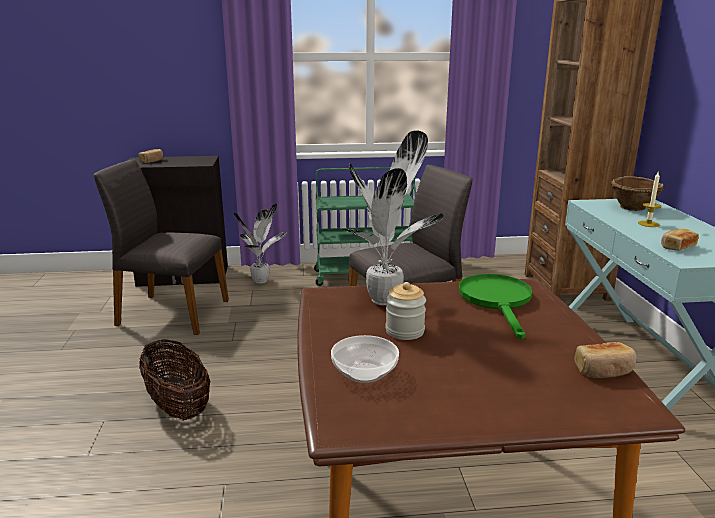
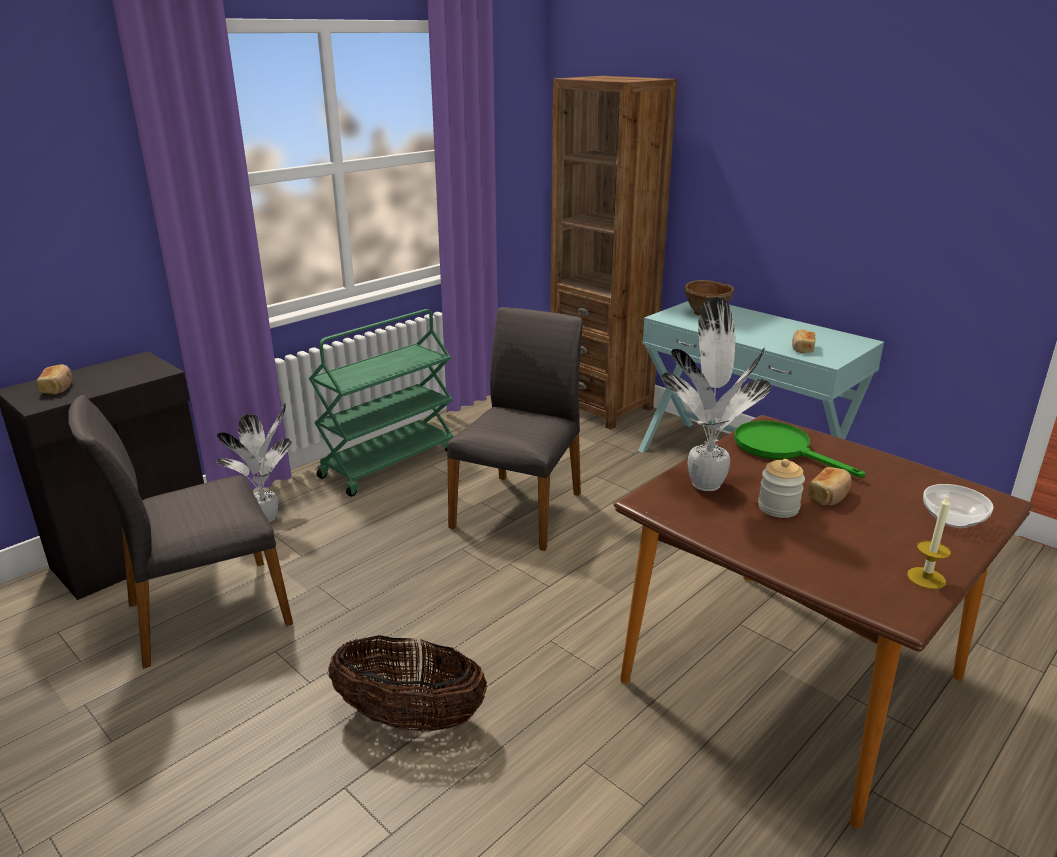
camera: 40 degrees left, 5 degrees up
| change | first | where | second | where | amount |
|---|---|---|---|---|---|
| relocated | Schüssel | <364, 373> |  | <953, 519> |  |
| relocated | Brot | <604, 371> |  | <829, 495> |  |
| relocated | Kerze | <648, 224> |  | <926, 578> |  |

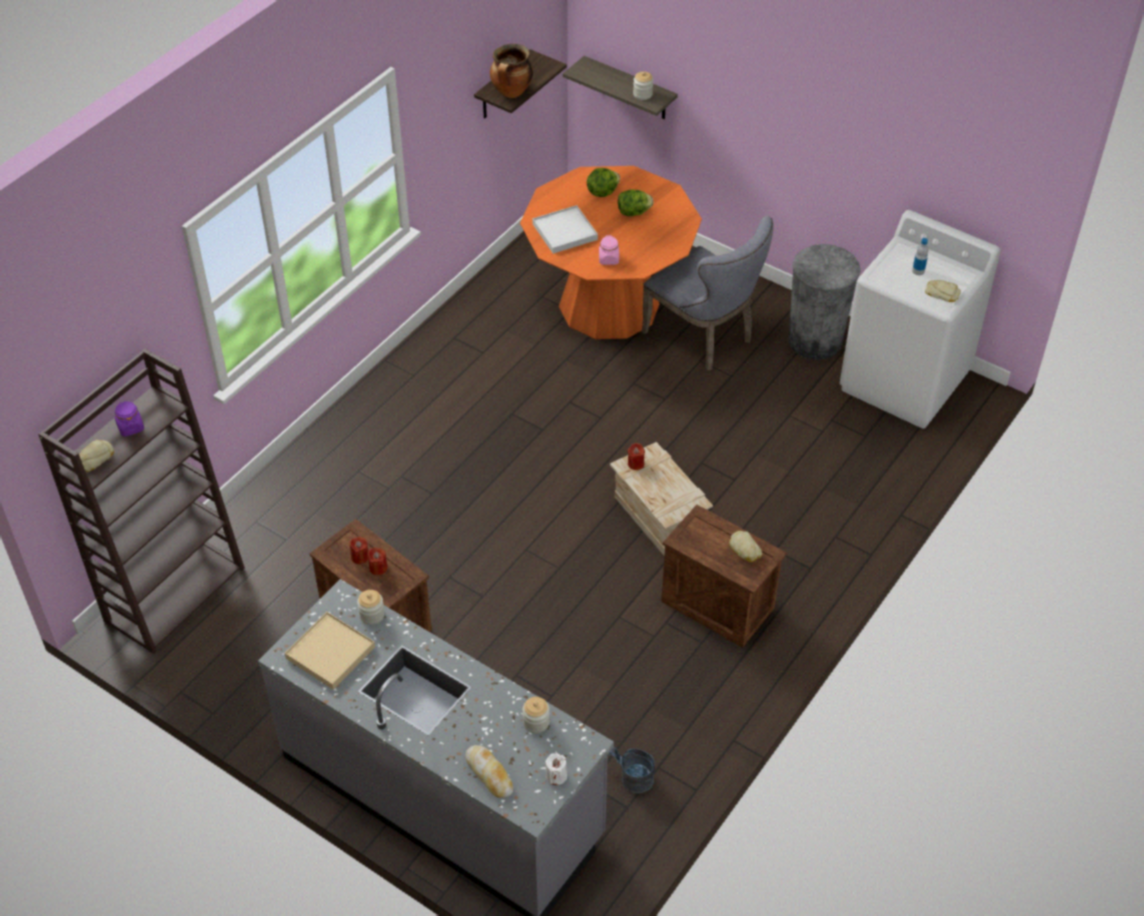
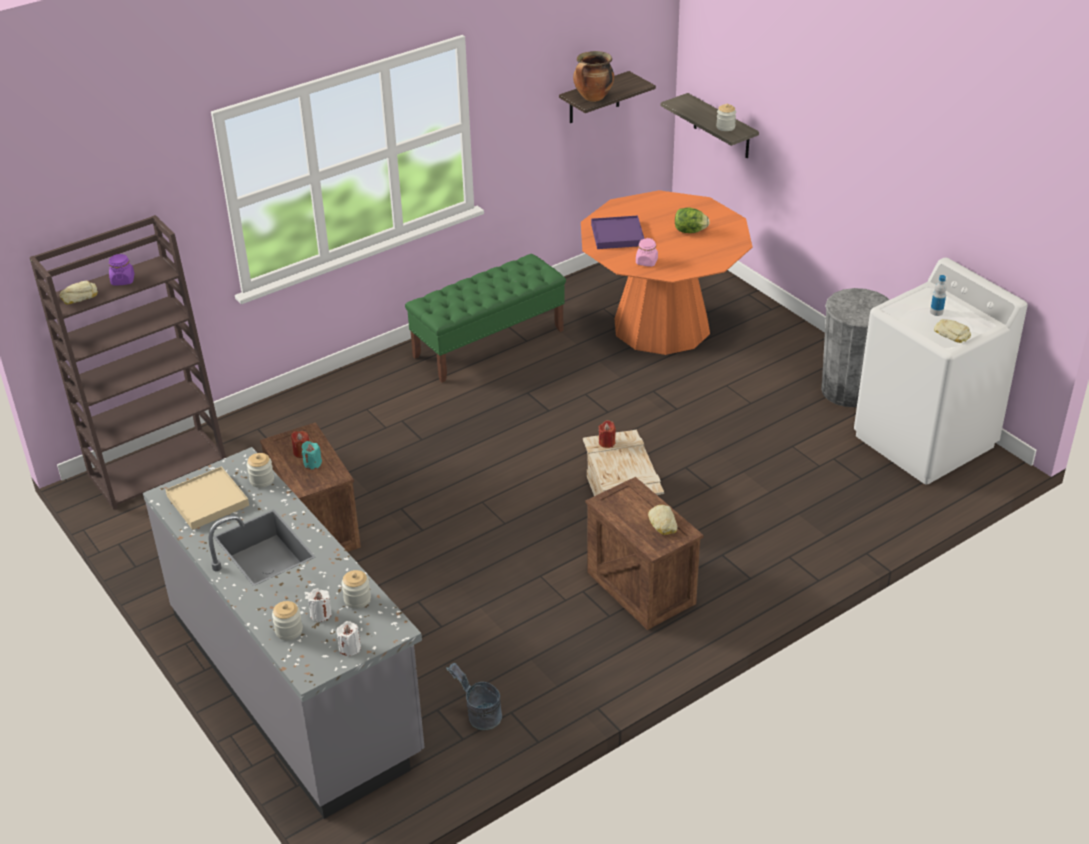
camera: 20 degrees right, 10 degrees down
| change | first | where | second | where | amount |
|---|---|---|---|---|---|
| missing | Salatkopf | <602, 192> |  |  |  |
| missing | Stuhl (grau) | <704, 338> |  |  |  |
| appeared |  |  | Kerze (weiß) | <321, 614> |  |
| appeared |  |  | Bank (grün) | <489, 343> |  |
| exchanged | Brot | <489, 774> | Vorratsglas | <289, 631> |  |
| colour | Kerze (rot) | <378, 568> | Kerze (türkis) | <312, 464> |  |
| colour | Tablett (weiß) | <565, 232> | Tablett (lila) | <617, 235> |  |

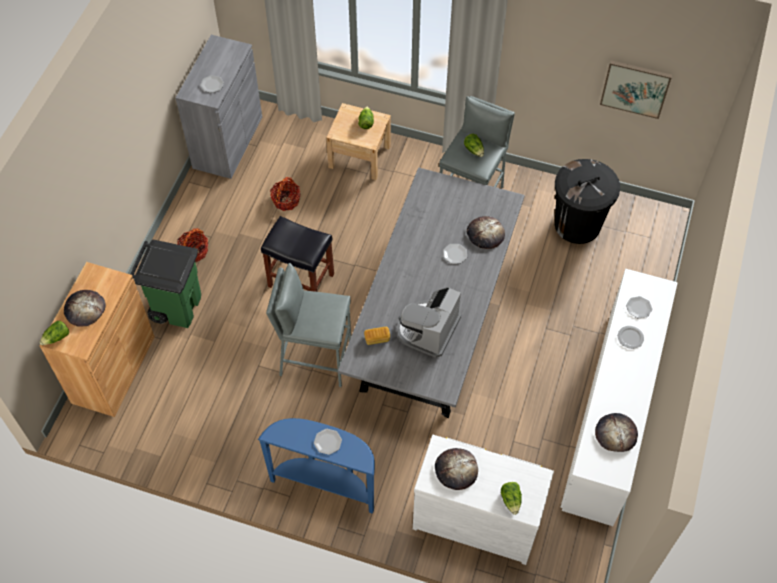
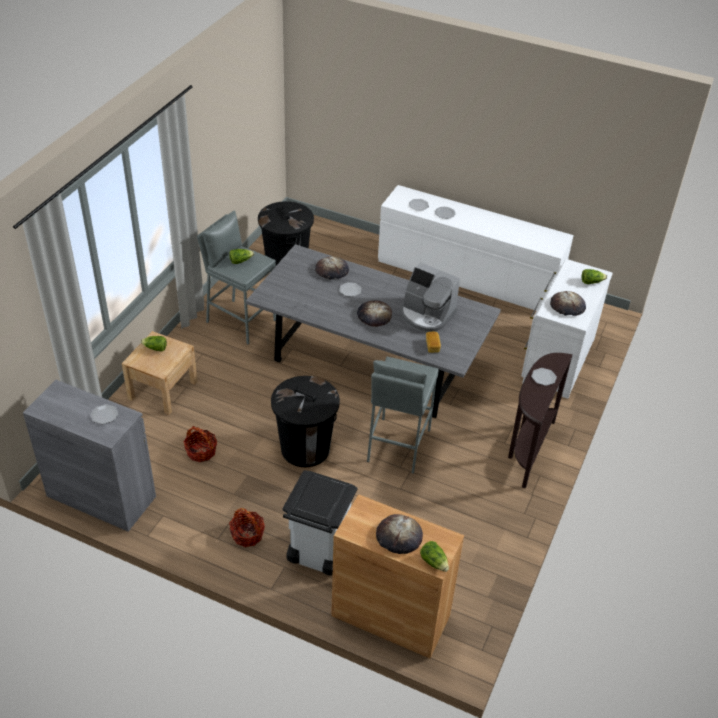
camera: 85 degrees left, 15 degrees down
| change | first | where | second | where | amount |
|---|---|---|---|---|---|
| missing | Bild | <635, 88> |  |  |  |
| relocated | Brot | <616, 433> |  | <374, 315> |  |
| exchanged | Hocker (schwarz) | <300, 280> | Mülleimer (schwarz) | <305, 449> |  |
| colour | Mülleimer (grün) | <176, 306> | Mülleimer (weiß) | <317, 554> |  |
| colour | Konsolentisch (blau) | <326, 484> | Konsolentisch (braun) | <528, 449> |  |

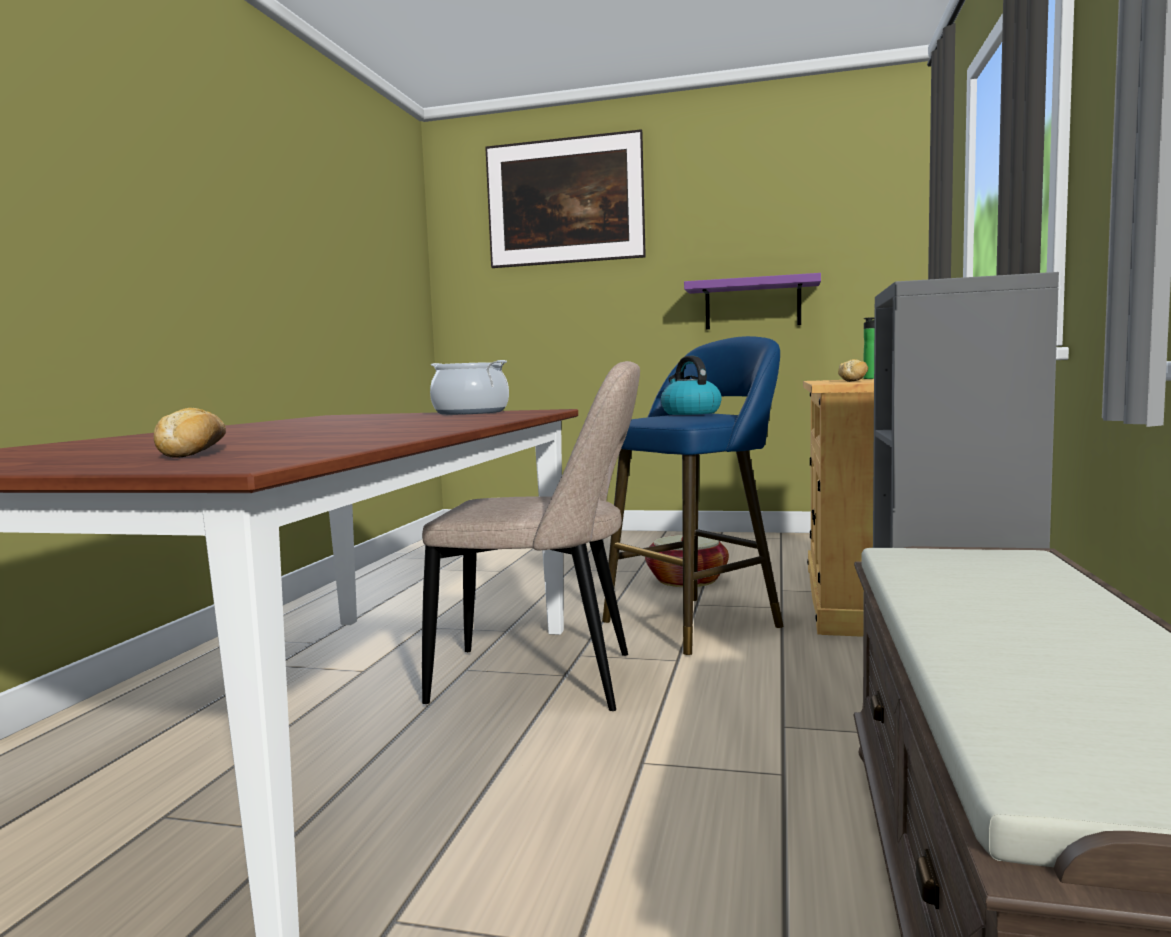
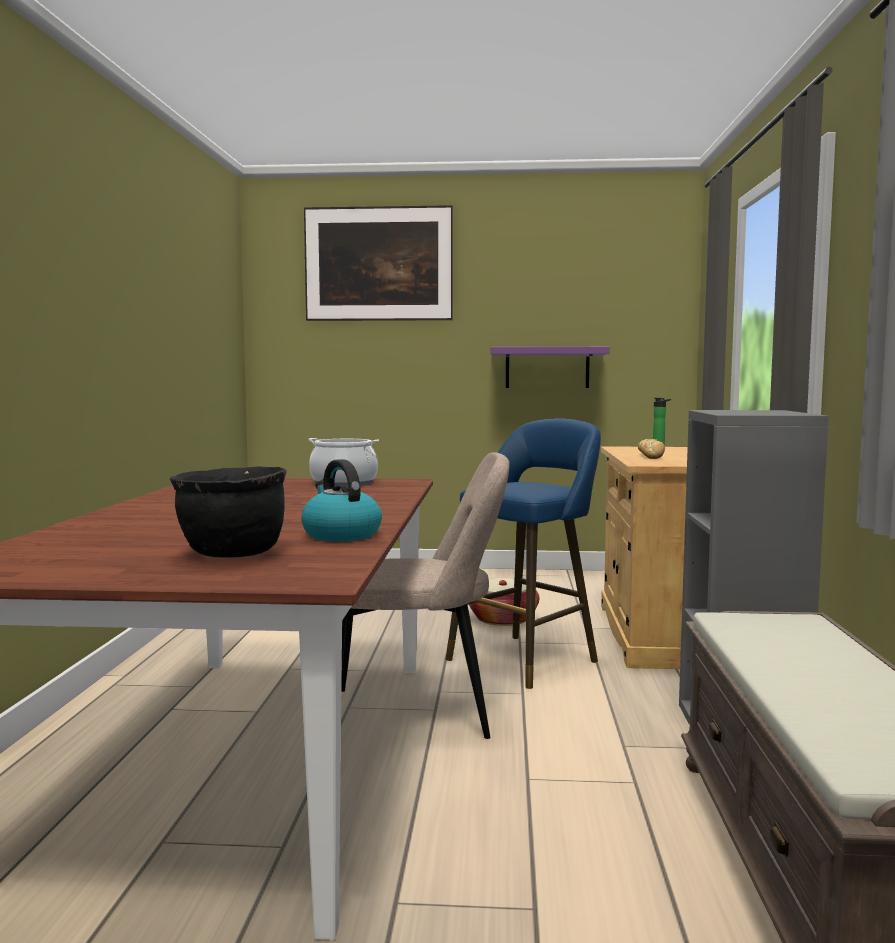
camera: 10 degrees left, 0 degrees up
| change | first | where | second | where | amount |
|---|---|---|---|---|---|
| relocated | Wasserkessel | <690, 413> |  | <340, 535> |  |
| exchanged | Brot | <194, 451> | Kochtopf (schwarz) | <232, 554> |  |

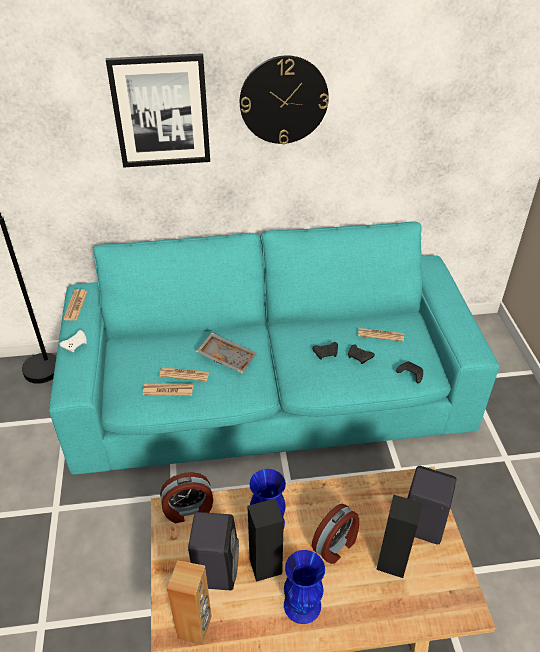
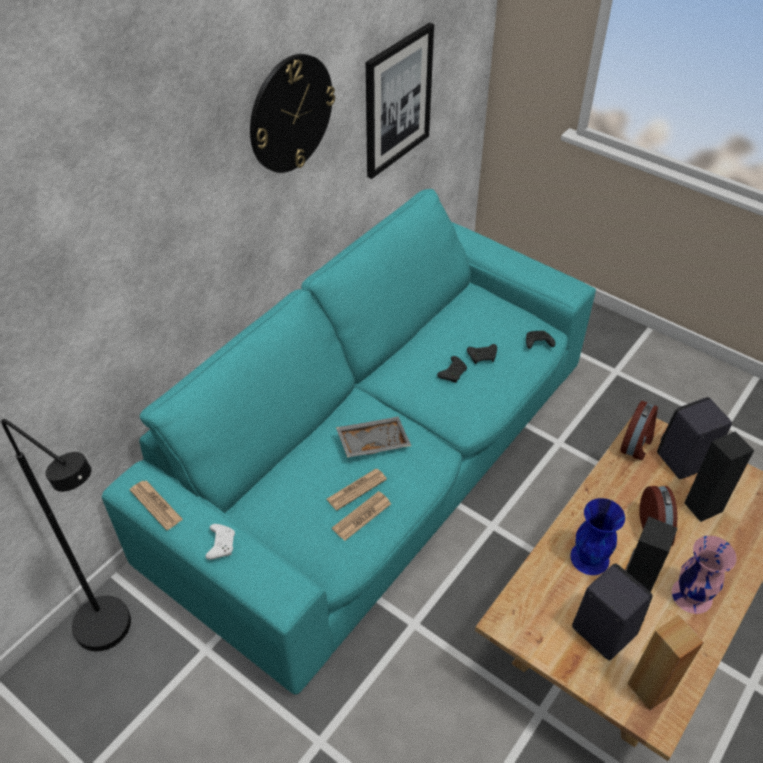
camera: 45 degrees left, 5 degrees up
| change | first | where | second | where | amount |
|---|---|---|---|---|---|
| missing | Zeitung | <381, 335> |  |  |  |
| relocated | Bild | <161, 111> |  | <397, 101> |  |
| relocated | Wecker | <188, 510> |  | <637, 444> |  |
| colour | Vase (blau) | <302, 604> | Vase (rosa) | <691, 594> |  |

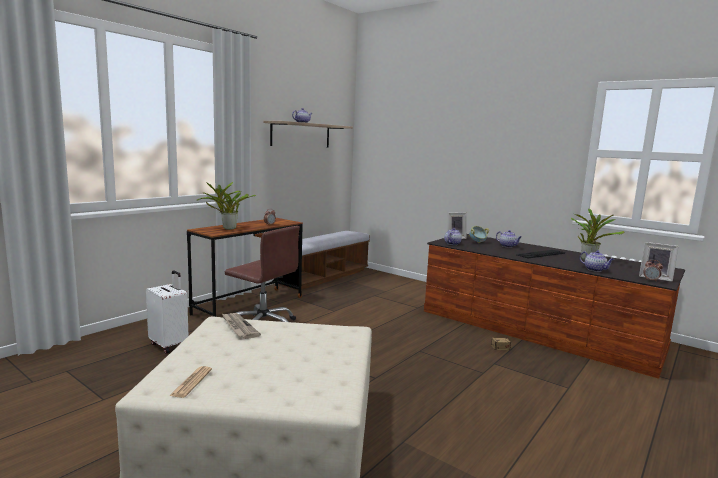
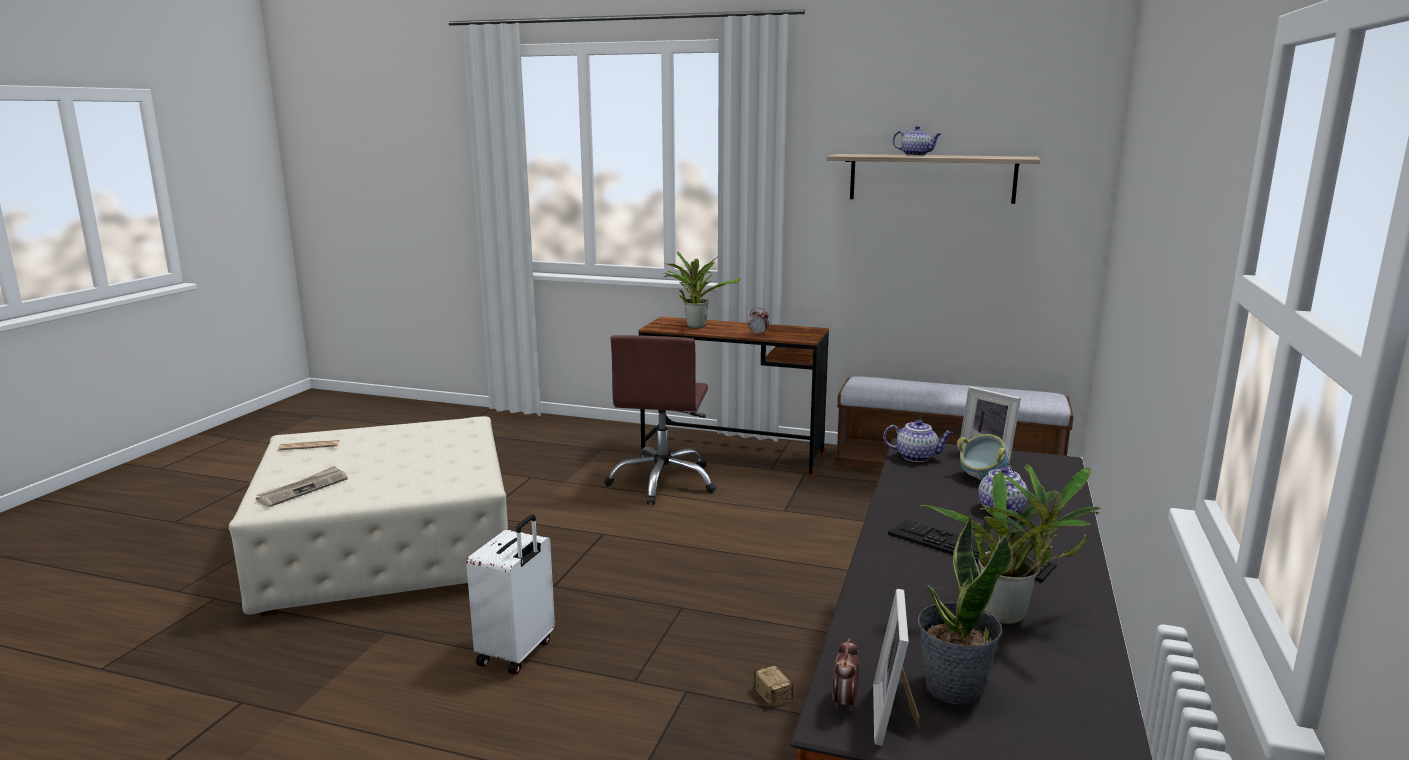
camera: 70 degrees right, 5 degrees up
| change | first | where | second | where | amount |
|---|---|---|---|---|---|
| missing | Teekanne | <595, 270> |  |  |  |
| appeared |  |  | Topfpflanze | <953, 687> |  |
| relocated | Koffer (weiß) | <170, 345> |  | <517, 653> |  |
| relocated | Zeitung | <239, 327> |  | <303, 489> |  |

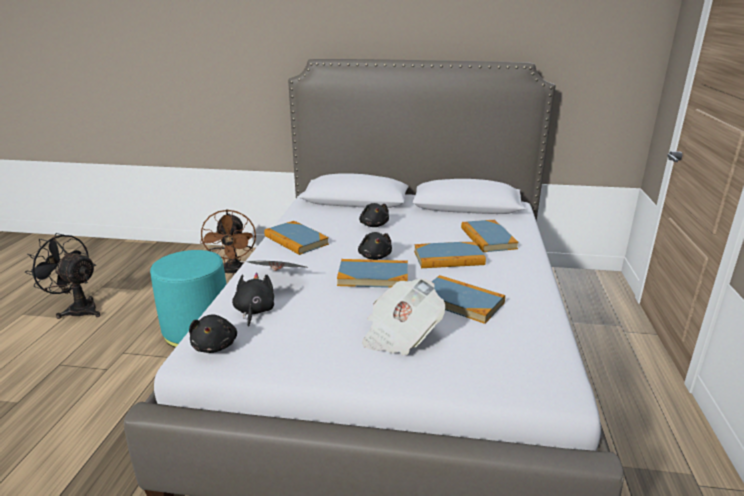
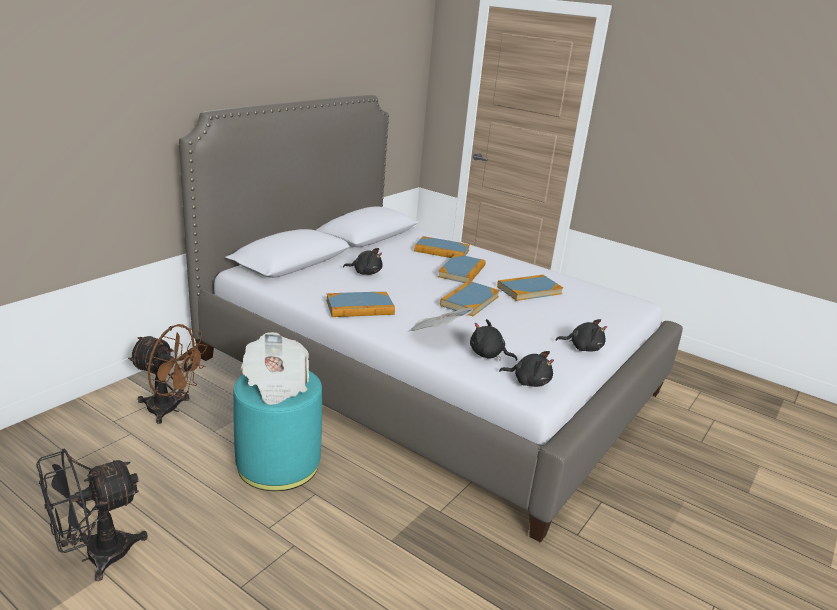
camera: 65 degrees left, 0 degrees up
| change | first | where | second | where | amount |
|---|---|---|---|---|---|
| relocated | Plüschtier (schwarz) | <375, 256> |  | <582, 348> |  |
| relocated | Zeitung | <400, 335> |  | <276, 385> |  |

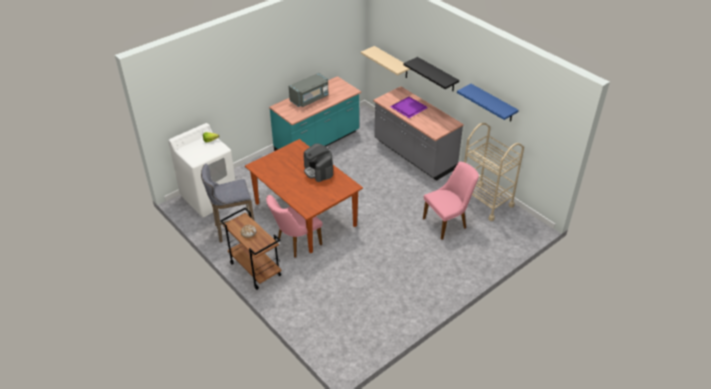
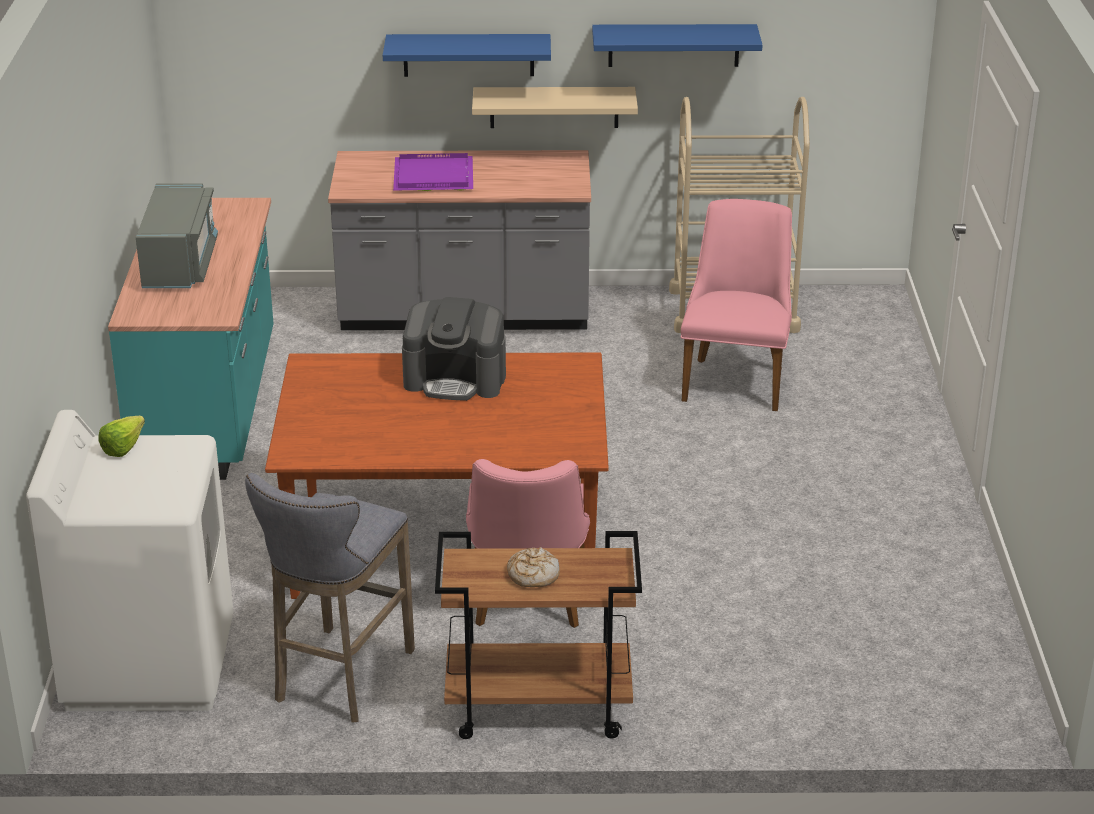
camera: 50 degrees left, 10 degrees down
| change | first | where | second | where | amount |
|---|---|---|---|---|---|
| relocated | Wandregal (beige) | <392, 62> |  | <554, 107> |  |
| colour | Wandregal (schwarz) | <437, 74> | Wandregal (blau) | <468, 55> |  |

